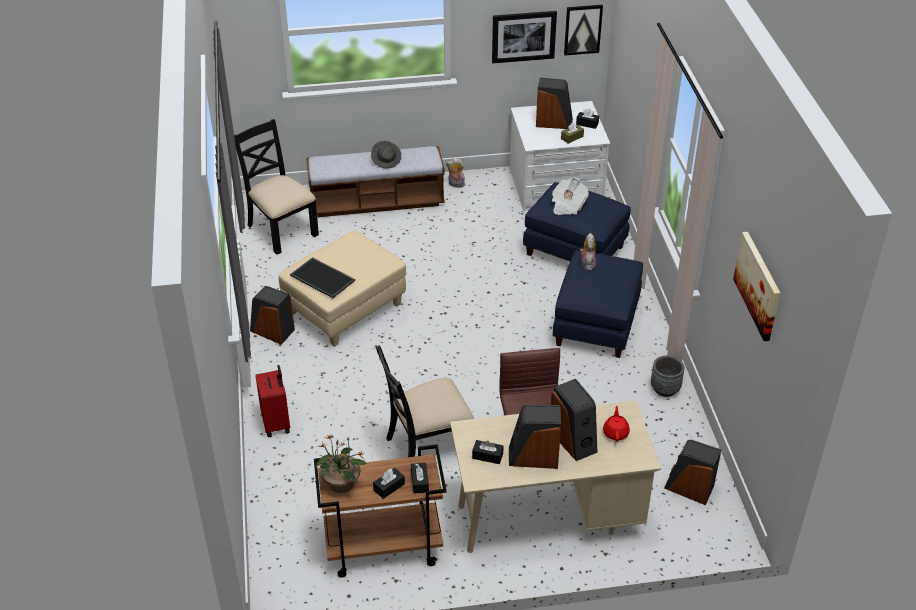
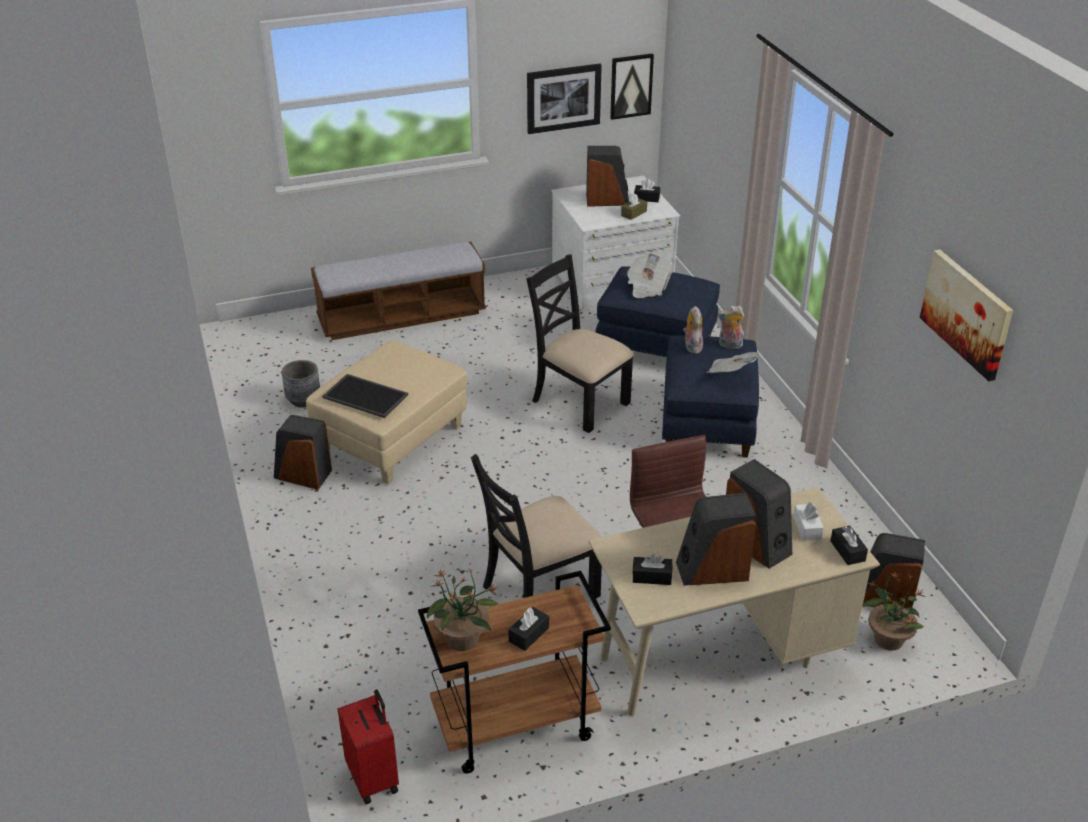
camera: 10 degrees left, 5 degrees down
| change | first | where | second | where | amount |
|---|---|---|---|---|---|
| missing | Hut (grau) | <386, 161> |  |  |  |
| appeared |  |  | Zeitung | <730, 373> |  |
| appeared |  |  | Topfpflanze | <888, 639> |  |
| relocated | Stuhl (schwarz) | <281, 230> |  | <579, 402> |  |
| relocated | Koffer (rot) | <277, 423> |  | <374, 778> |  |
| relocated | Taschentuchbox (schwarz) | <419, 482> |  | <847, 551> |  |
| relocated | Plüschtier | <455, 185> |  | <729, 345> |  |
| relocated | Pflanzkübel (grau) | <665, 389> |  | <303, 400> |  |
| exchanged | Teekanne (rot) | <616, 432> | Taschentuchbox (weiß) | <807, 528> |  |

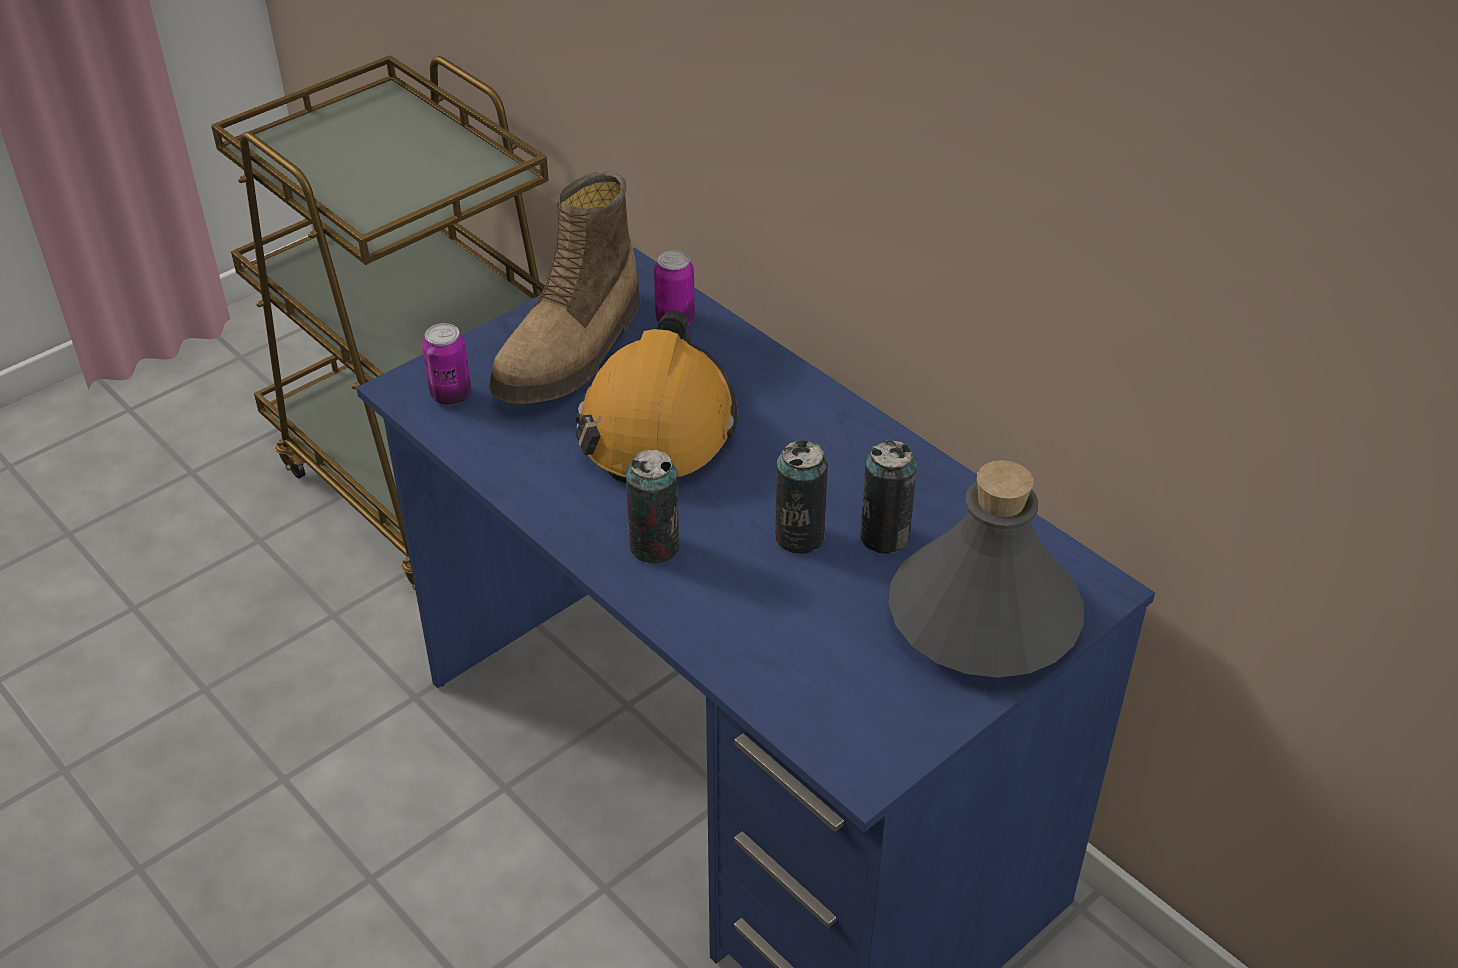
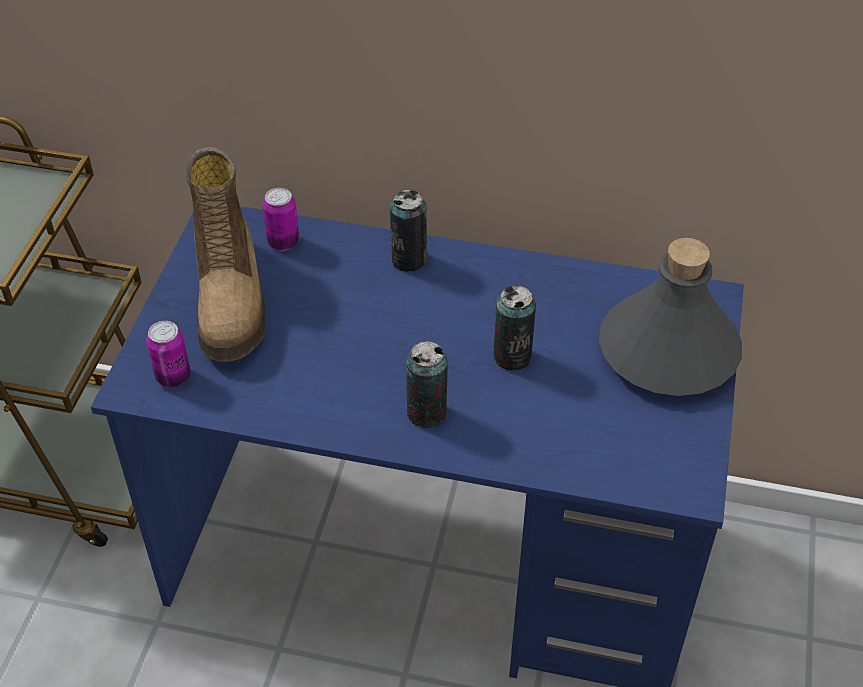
camera: 35 degrees left, 5 degrees up
| change | first | where | second | where | amount |
|---|---|---|---|---|---|
| missing | Schutzhelm (orange) | <657, 425> |  |  |  |
| relocated | Dose | <884, 537> |  | <409, 260> |  |

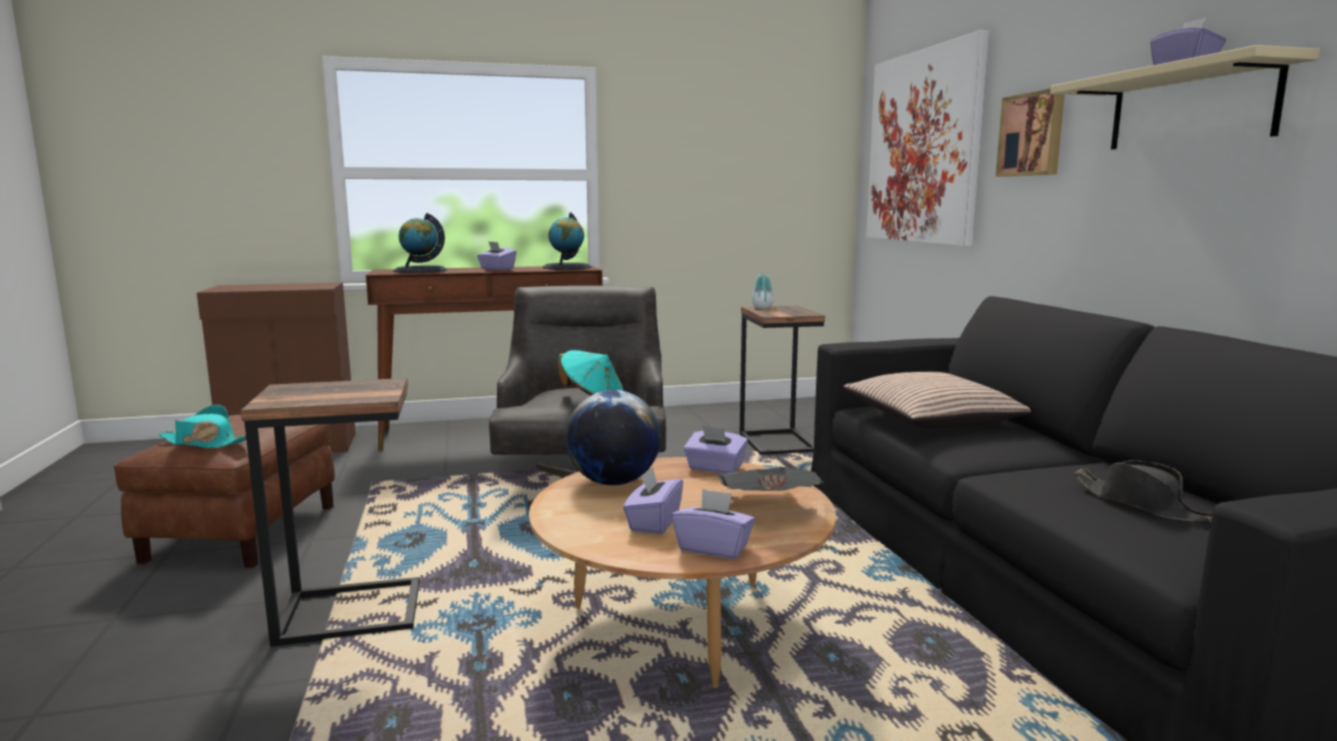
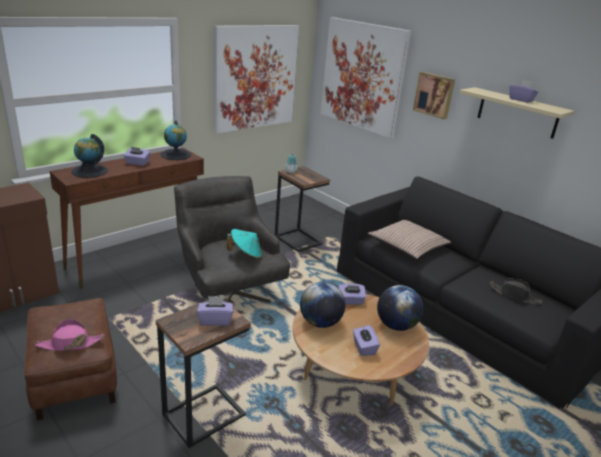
camera: 30 degrees left, 15 degrees up
| change | first | where | second | where | amount |
|---|---|---|---|---|---|
| appeared |  |  | Bild | <255, 77> |  |
| relocated | Taschentuchbox (lila) | <713, 548> |  | <215, 320> |  |
| exchanged | Zeitung | <768, 508> | Globus | <396, 325> |  |
| colour | Hut (türkis) | <205, 443> | Hut (rosa) | <70, 344> |  |

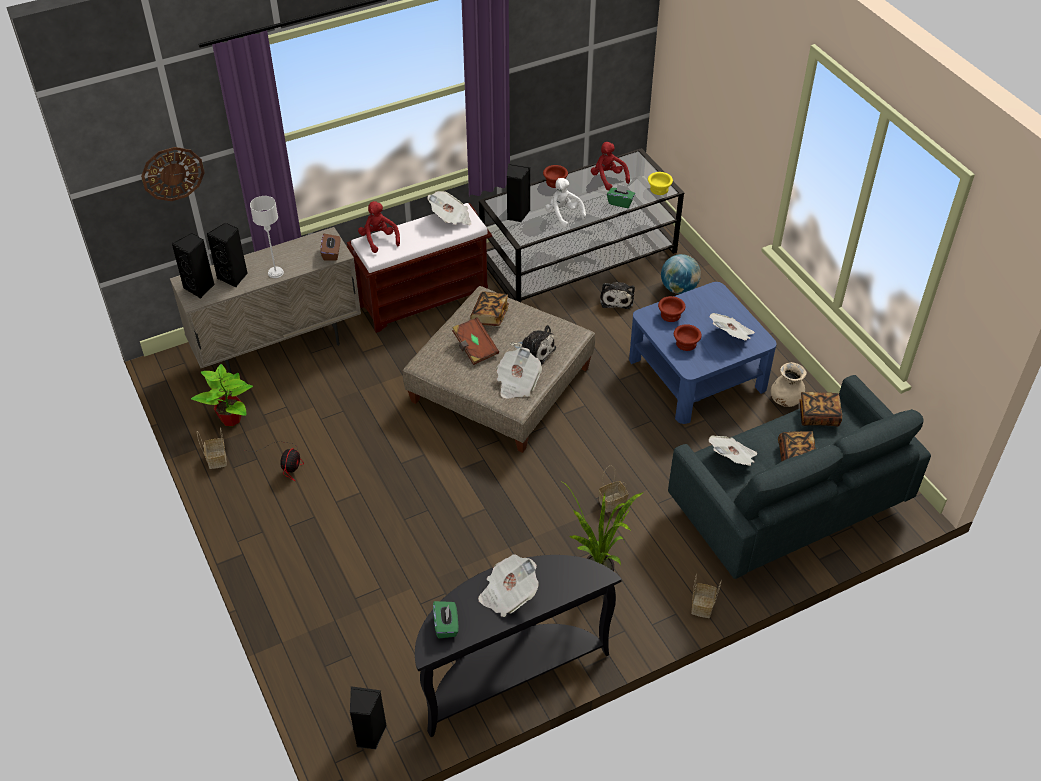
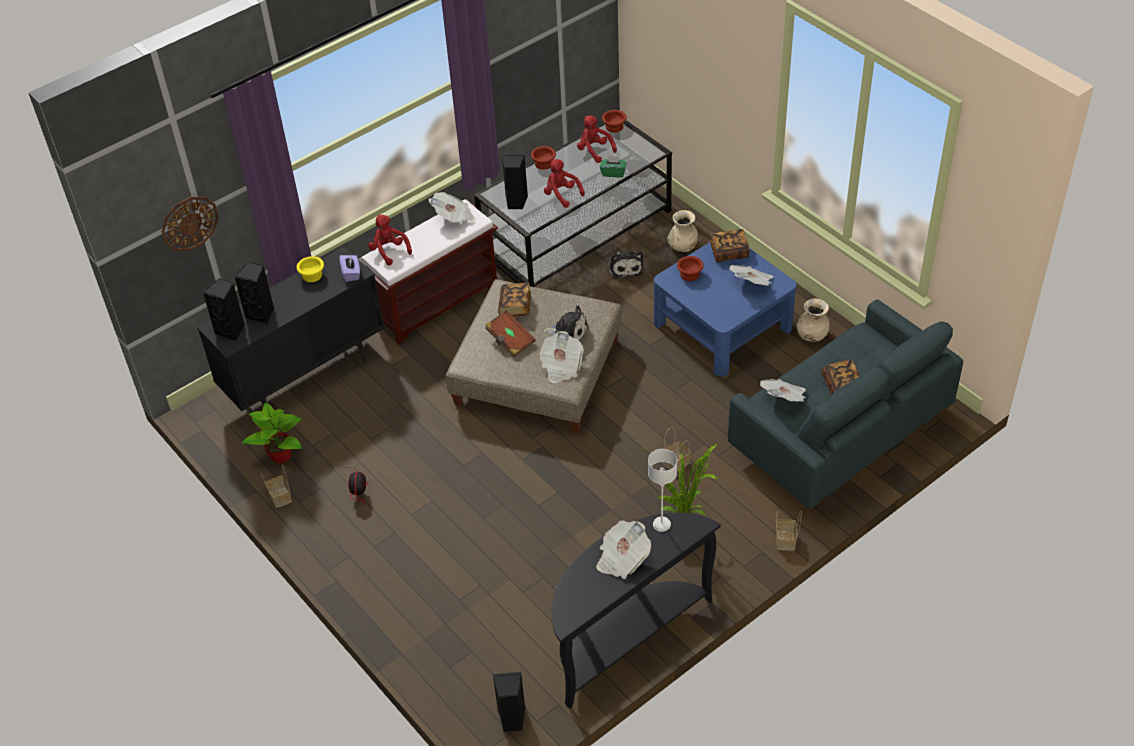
camera: 10 degrees left, 0 degrees up
| change | first | where | second | where | amount |
|---|---|---|---|---|---|
| missing | Taschentuchbox (grün) | <446, 625> |  |  |  |
| relocated | Tischlampe (grau) | <275, 272> |  | <661, 524> |  |
| relocated | Schüssel (gelb) | <660, 189> |  | <313, 275> |  |
| relocated | Schüssel (braun) | <685, 343> |  | <613, 127> |  |
| relocated | Buch | <818, 416> |  | <729, 252> |  |
| exchanged | Globus | <679, 288> | Vase (beige) | <683, 247> |  |
| colour | Schrank (beige) | <279, 348> | Schrank (schwarz) | <306, 378> |  |
| colour | Taschentuchbox (braun) | <331, 253> | Taschentuchbox (lila) | <351, 273> |  |
| colour | Plüschtier (weiß) | <563, 215> | Plüschtier (rot) | <561, 195> |  |

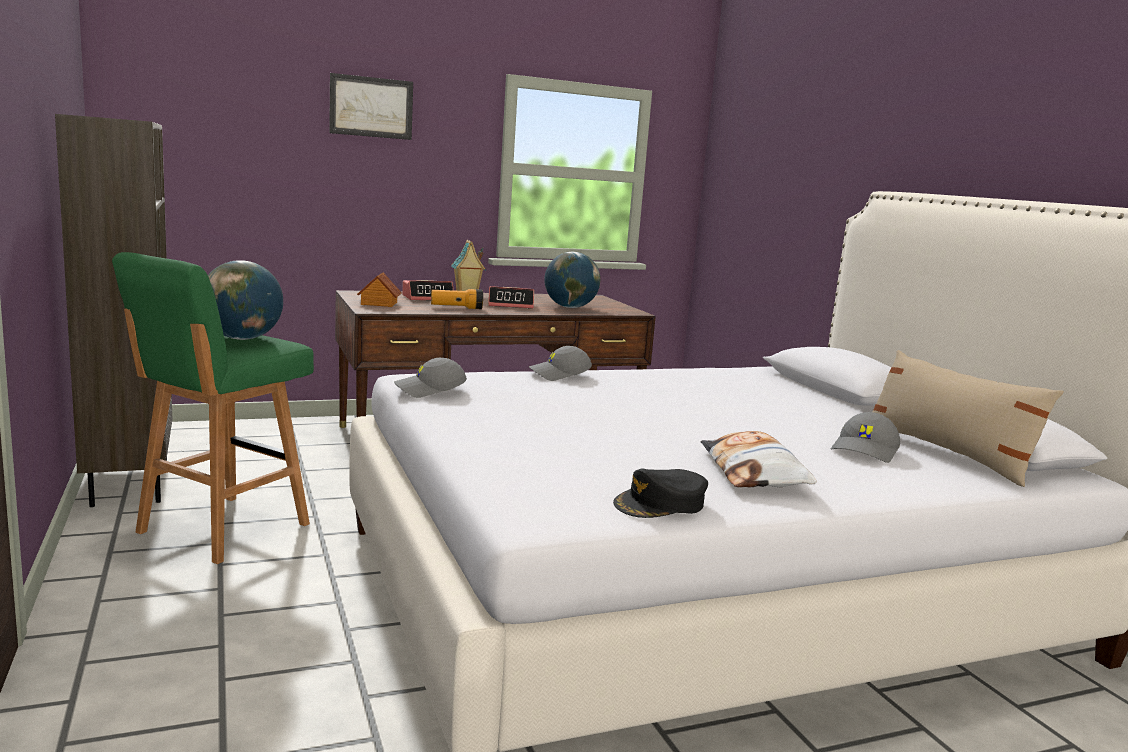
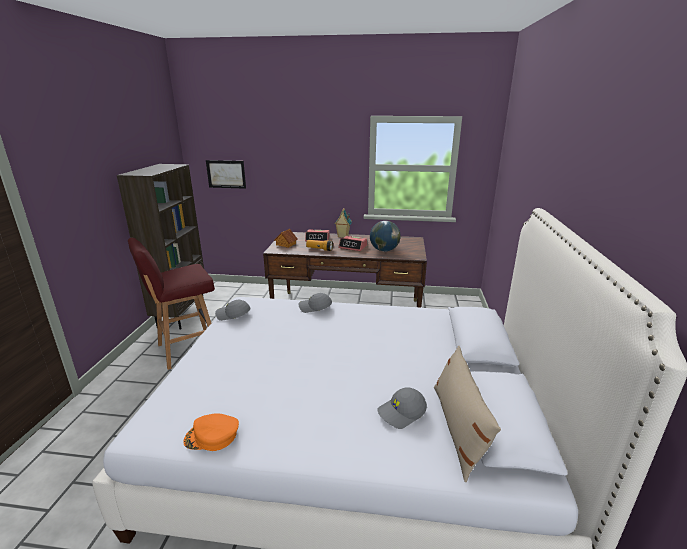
camera: 30 degrees right, 10 degrees up
| change | first | where | second | where | amount |
|---|---|---|---|---|---|
| missing | Globus | <242, 338> |  |  |  |
| missing | Kissen | <754, 472> |  |  |  |
| relocated | Bild | <371, 107> |  | <226, 174> |  |
| colour | Hocker (grün) | <220, 529> | Hocker (rot) | <186, 349> |  |
| colour | Kappe (schwarz) | <661, 504> | Kappe (orange) | <212, 436> |  |

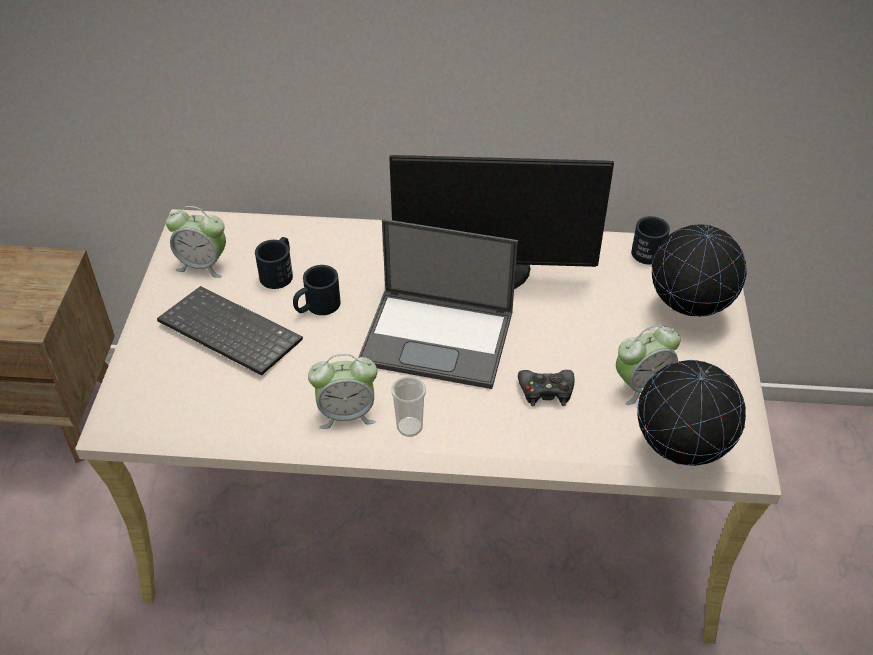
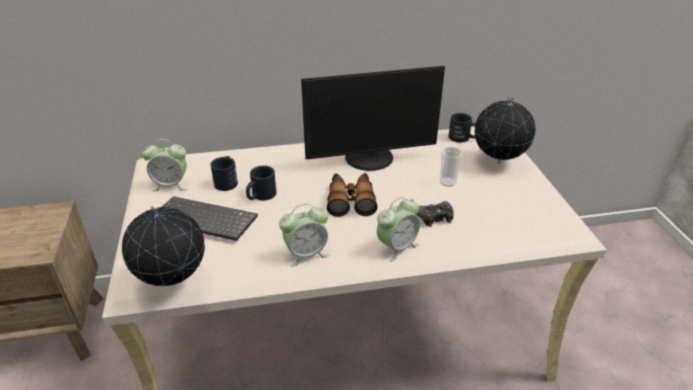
camera: 15 degrees left, 10 degrees down
| change | first | where | second | where | amount |
|---|---|---|---|---|---|
| relocated | Tasse | <409, 427> |  | <447, 182> |  |
| relocated | Wecker | <641, 386> |  | <397, 247> |  |
| relocated | Globus | <679, 453> |  | <173, 282> |  |
| exchanged | Laptop | <439, 337> | Fernglas | <351, 200> |  |

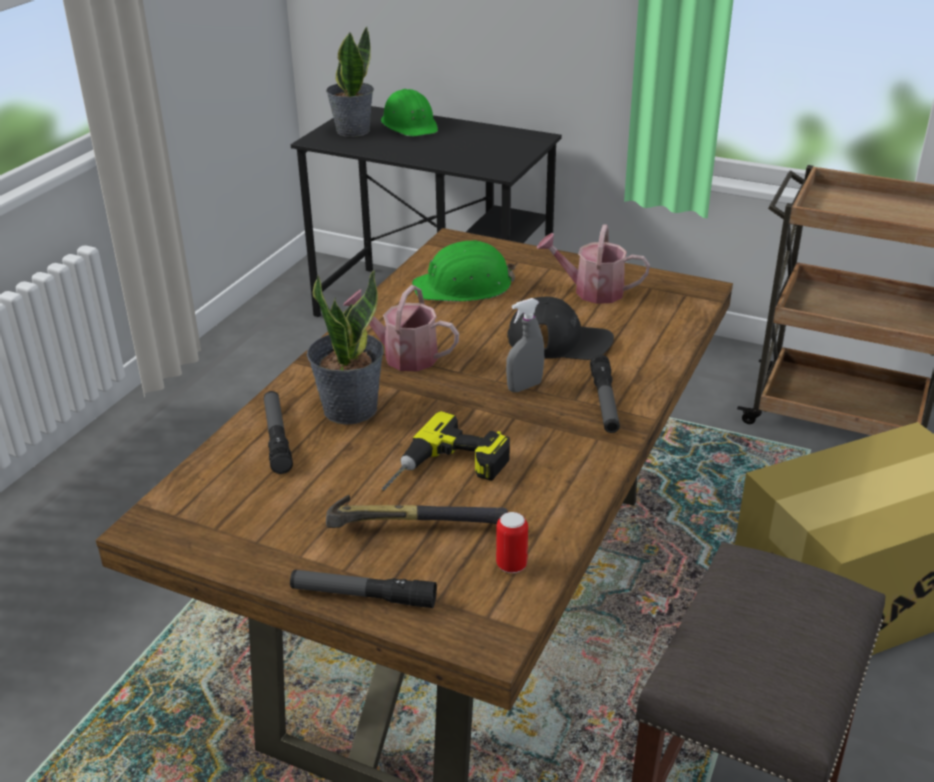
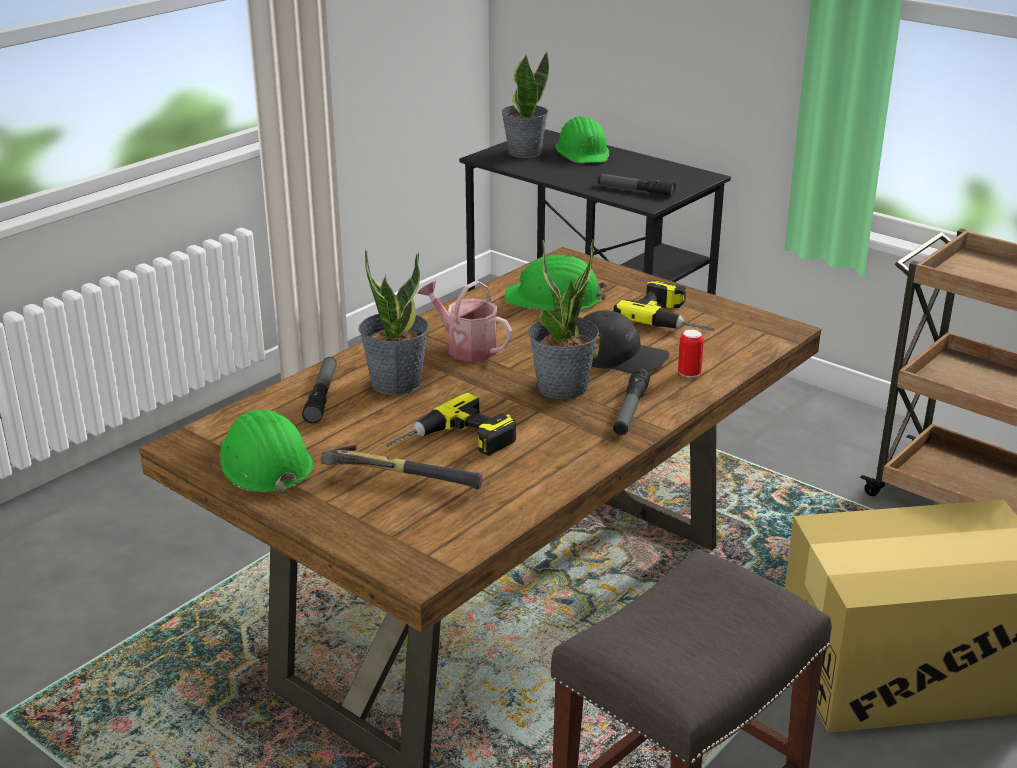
camera: 15 degrees right, 5 degrees down
| change | first | where | second | where | amount |
|---|---|---|---|---|---|
| appeared |  |  | Schutzhelm (grün) | <264, 464> |  |
| relocated | Taschenlampe | <363, 596> |  | <635, 190> |  |
| relocated | Dose | <511, 565> |  | <689, 373> |  |
| exchanged | Sprühflasche (grau) | <524, 387> | Topfpflanze | <562, 387> |  |
| exchanged | Gießkanne | <591, 291> | Bohrmaschine | <674, 317> |  |

